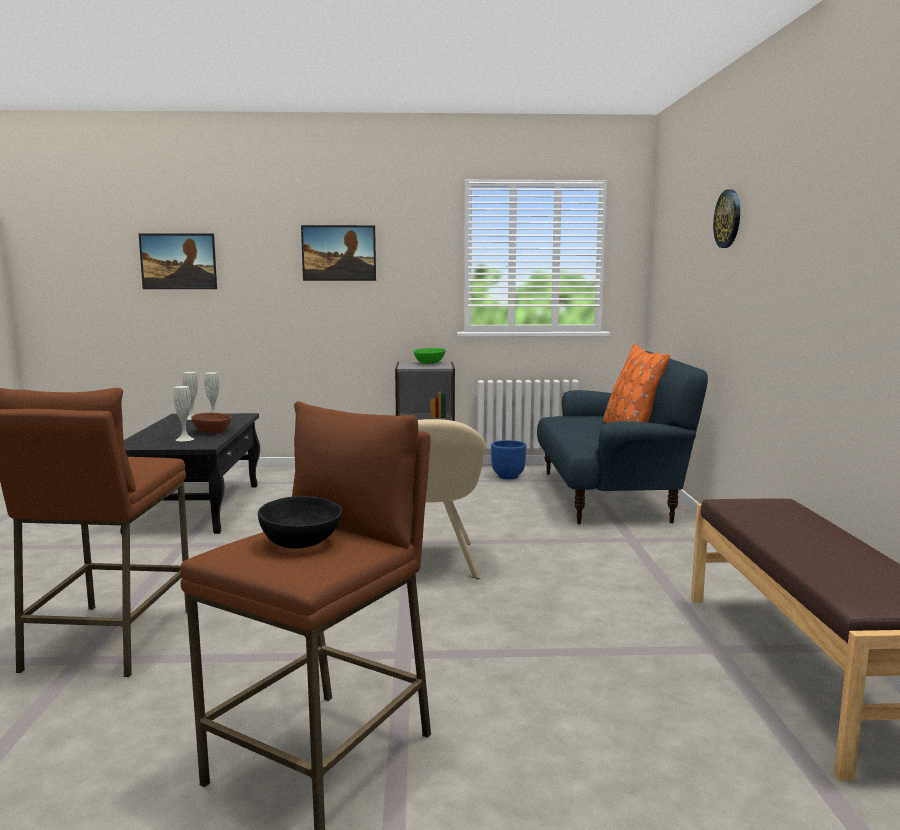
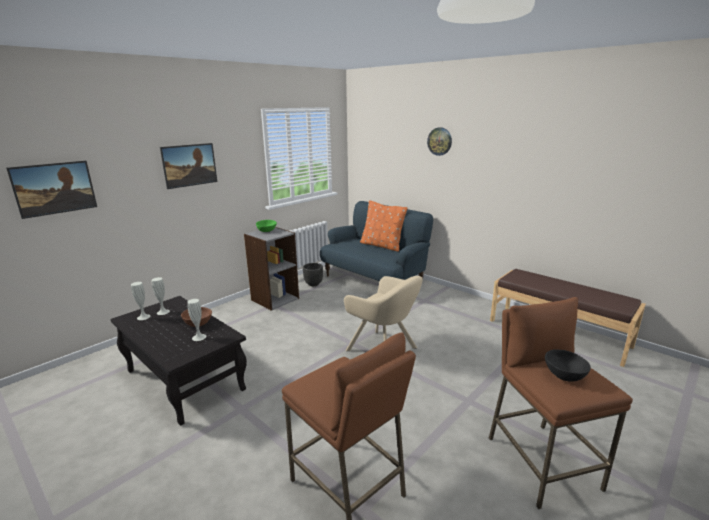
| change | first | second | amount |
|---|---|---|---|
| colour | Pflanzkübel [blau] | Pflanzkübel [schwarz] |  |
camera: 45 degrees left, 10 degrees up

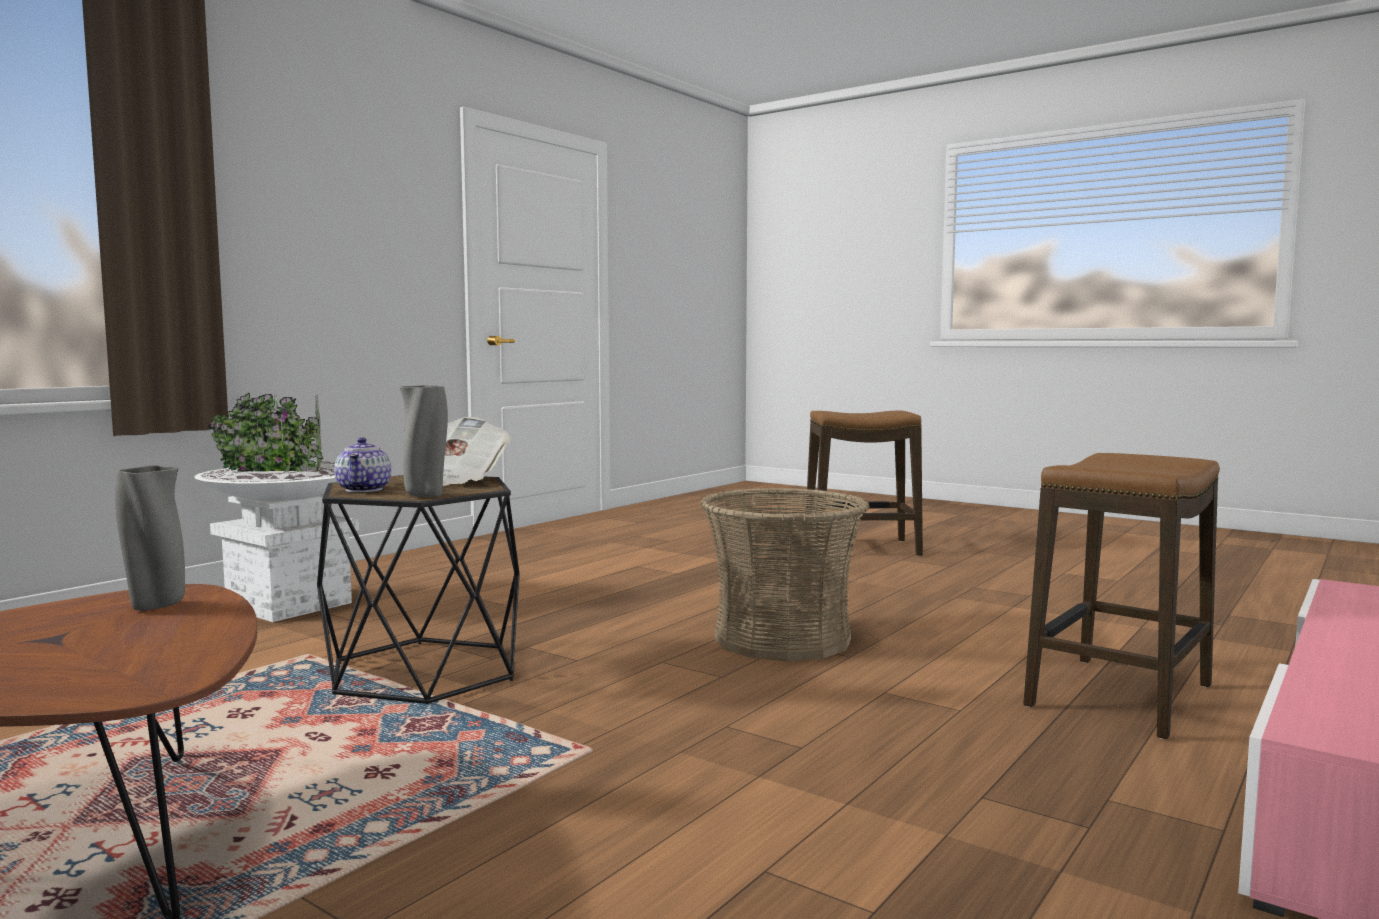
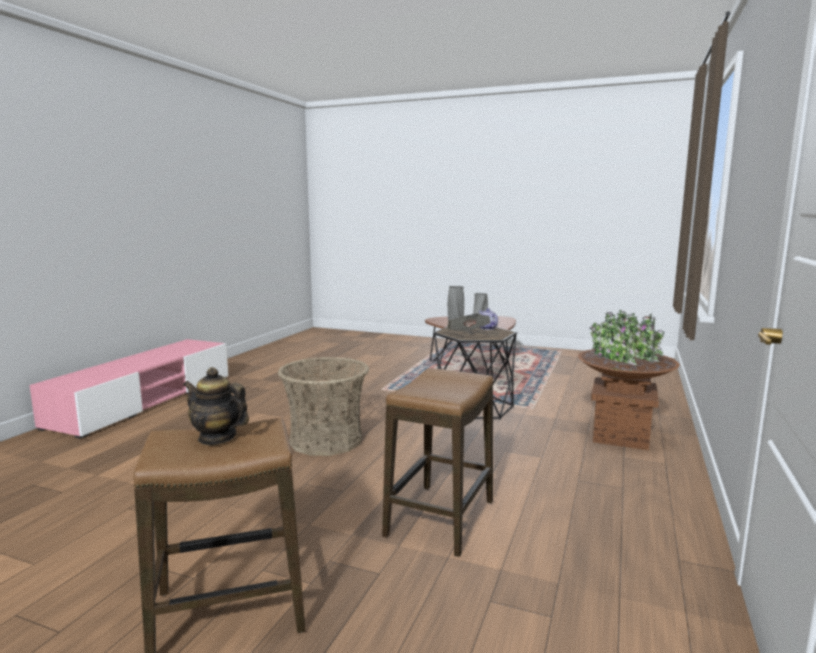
| change | first | second | amount |
|---|---|---|---|
| appeared |  | Teekanne (no. 1 from left) |  |
| relocated | Hocker (no. 2 from left) |  |  |
| colour | Pflanzkübel [weiß] | Pflanzkübel [braun] |  |
camera: 165 degrees right, 5 degrees up

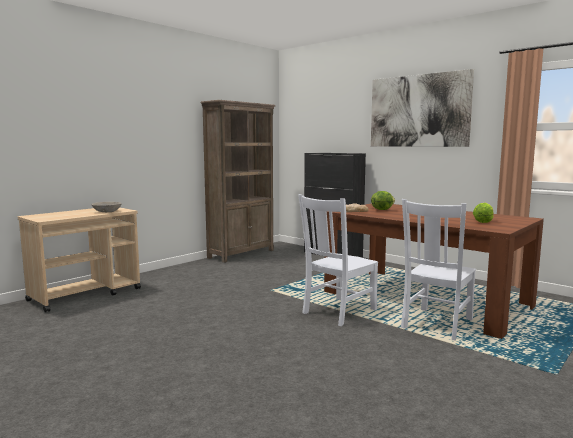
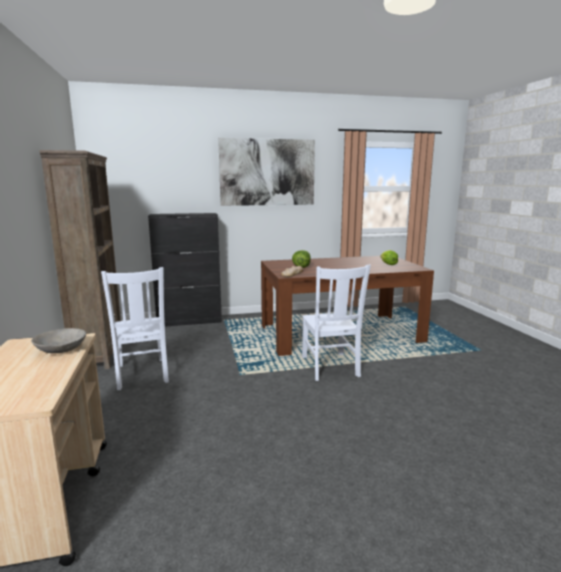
| change | first | second | amount |
|---|---|---|---|
| relocated | Stuhl [weiß] (no. 2 from left in the first image) | Stuhl [weiß] (no. 1 from left) |  |
camera: 55 degrees left, 5 degrees up

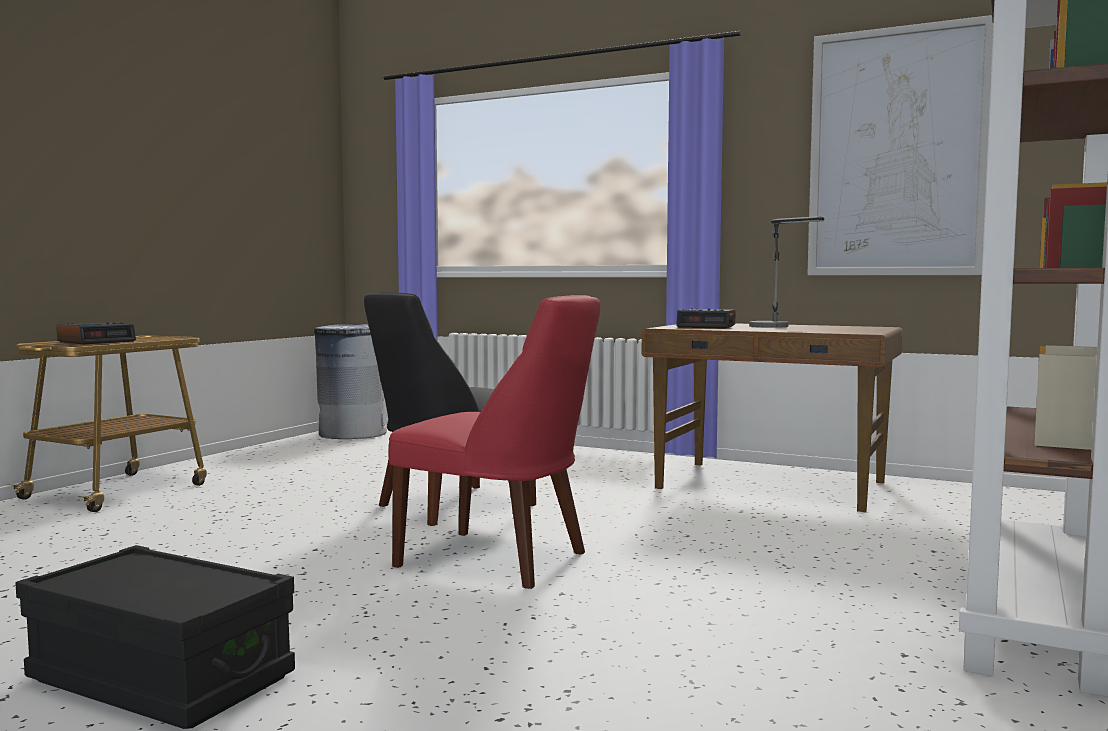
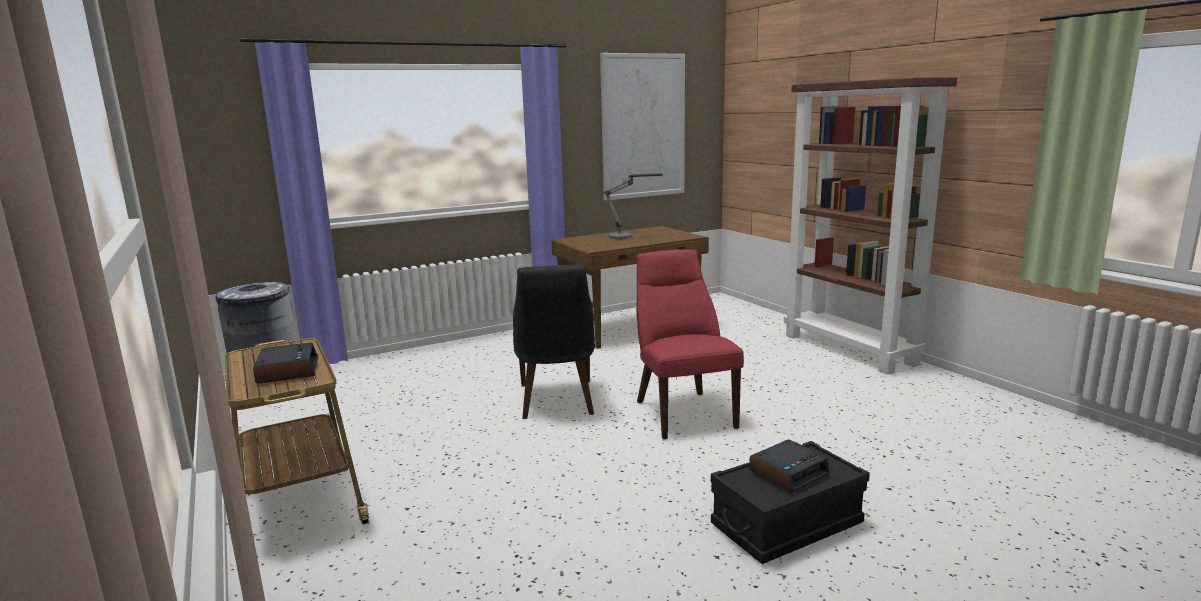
| change | first | second | amount |
|---|---|---|---|
| relocated | Wecker (no. 2 from left) |  |  |
| spun | Stuhl [rot] |  | 75 degrees counterclockwise |
camera: 55 degrees left, 10 degrees up

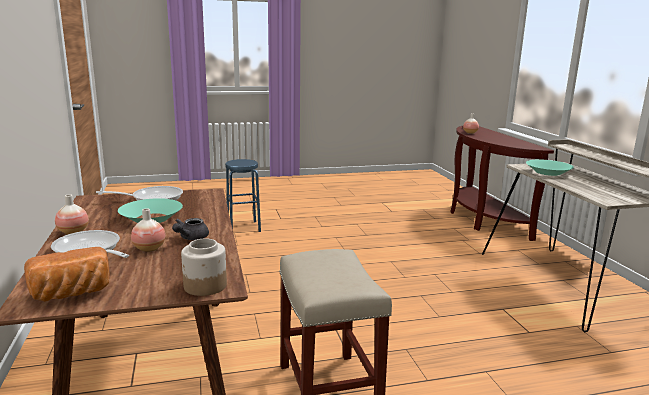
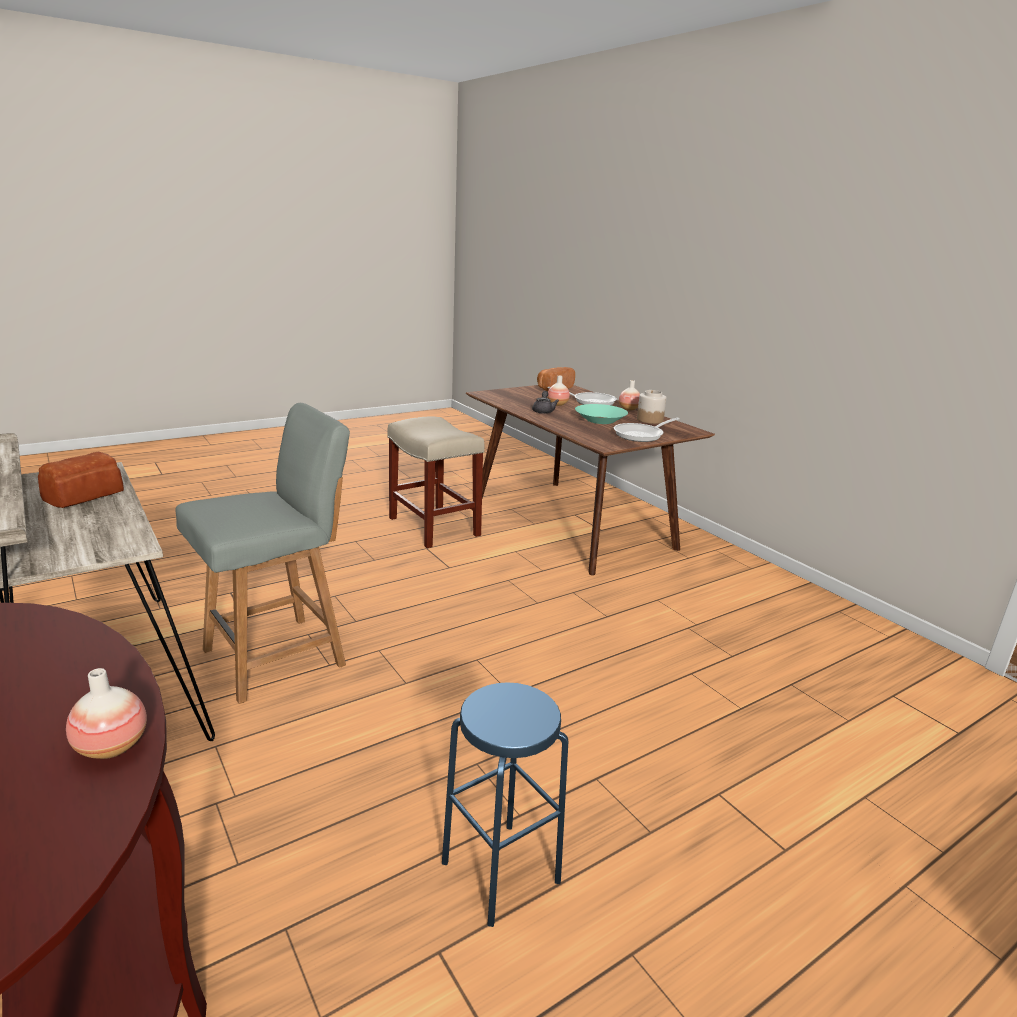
| change | first | second | amount |
|---|---|---|---|
| missing | Schüssel [türkis] (no. 2 from left) |  |  |
| appeared |  | Brot (no. 1 from left) |  |
| appeared |  | Stuhl [grau] |  |
| relocated | Vorratsglas |  |  |
| relocated | Hocker [blau] |  |  |
camera: 160 degrees right, 5 degrees up

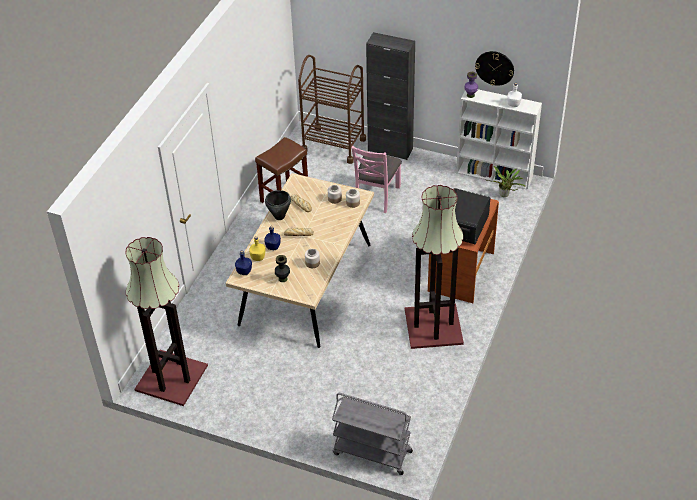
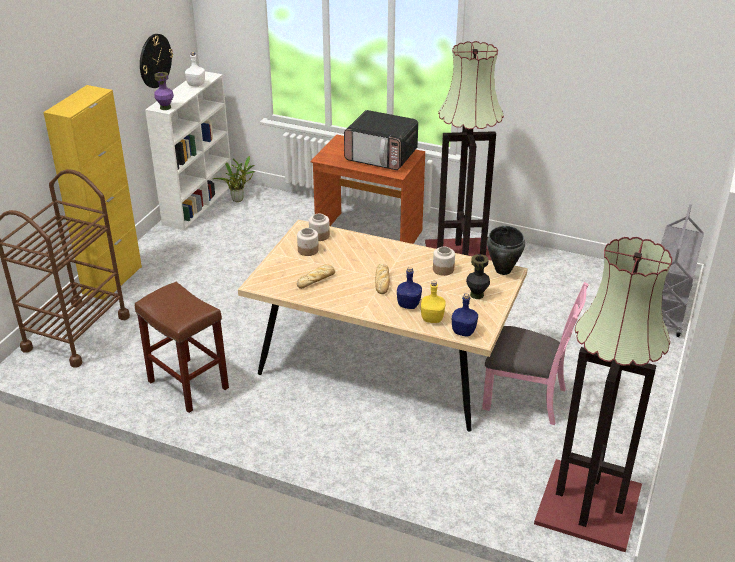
| change | first | second | amount |
|---|---|---|---|
| relocated | Kochtopf [schwarz] |  |  |
| relocated | Stuhl [rosa] |  |  |
| colour | Schrank [schwarz] | Schrank [gelb] |  |
camera: 90 degrees left, 10 degrees down

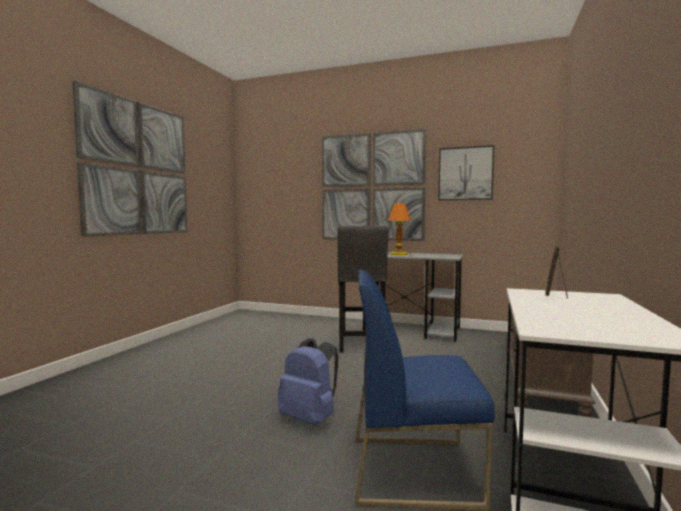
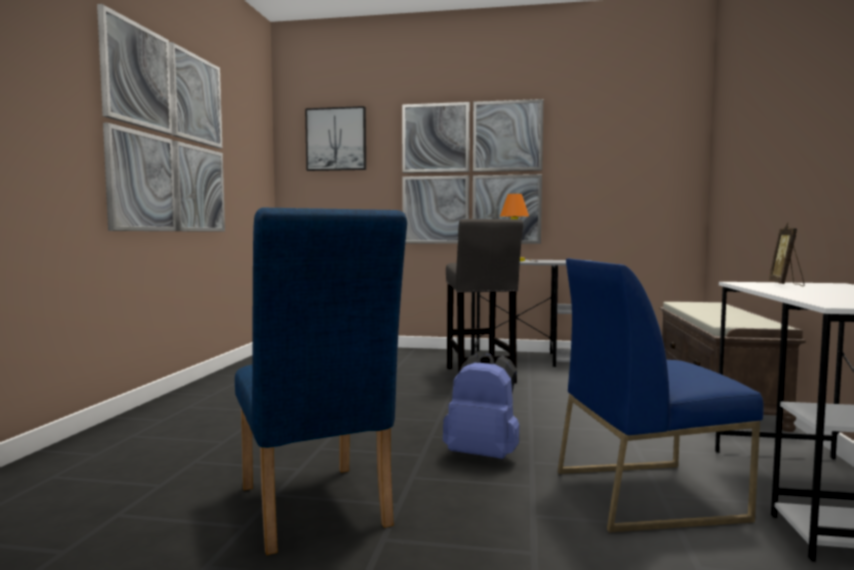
| change | first | second | amount |
|---|---|---|---|
| appeared |  | Stuhl [blau] (no. 1 from left) |  |
| relocated | Bild (no. 3 from left in the first image) | Bild (no. 2 from left) |  |
camera: 10 degrees left, 0 degrees up

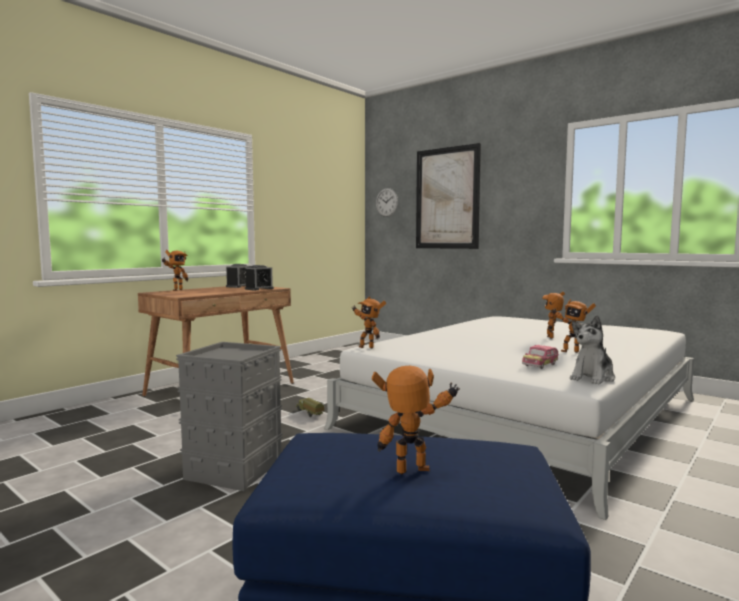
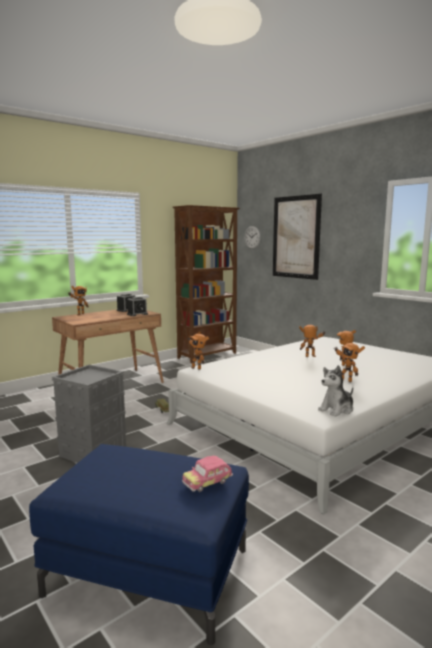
| change | first | second | amount |
|---|---|---|---|
| appeared |  | Bücherregal [braun] |  |
| relocated | Spielzeugroboter (no. 3 from left) |  |  |
| relocated | Spielzeugauto |  |  |
camera: 10 degrees right, 5 degrees up

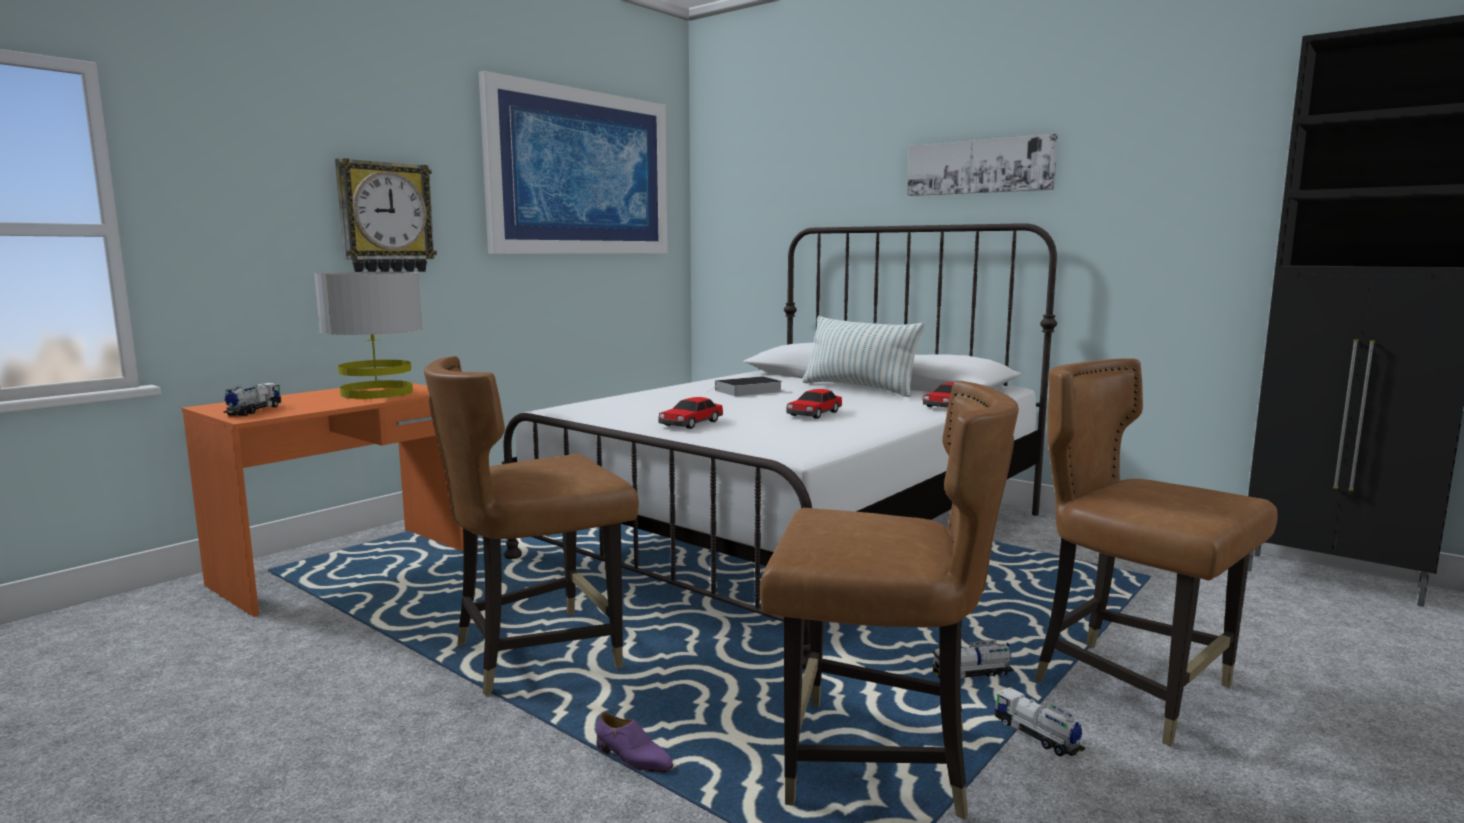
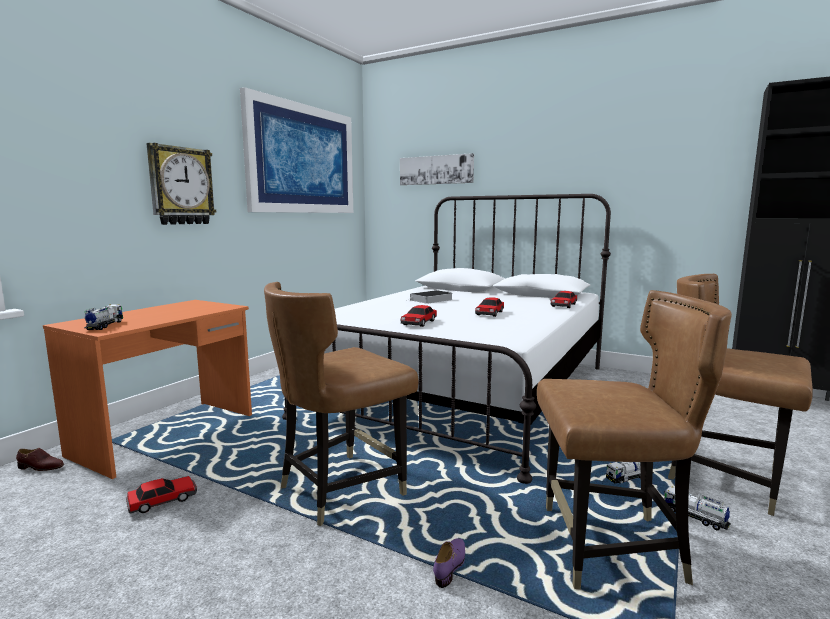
| change | first | second | amount |
|---|---|---|---|
| missing | Tischlampe [grau] |  |  |
| missing | Kissen |  |  |
| appeared |  | Schuh [braun] |  |
| appeared |  | Spielzeugauto (no. 1 from left) |  |
| relocated | Bild (no. 2 from left) |  |  |
| spun | Schuh [lila] |  | 90 degrees counterclockwise |
camera: 10 degrees left, 0 degrees up

